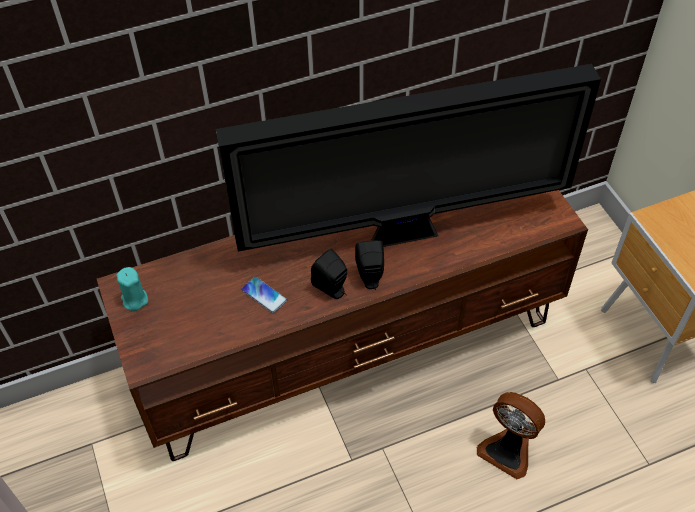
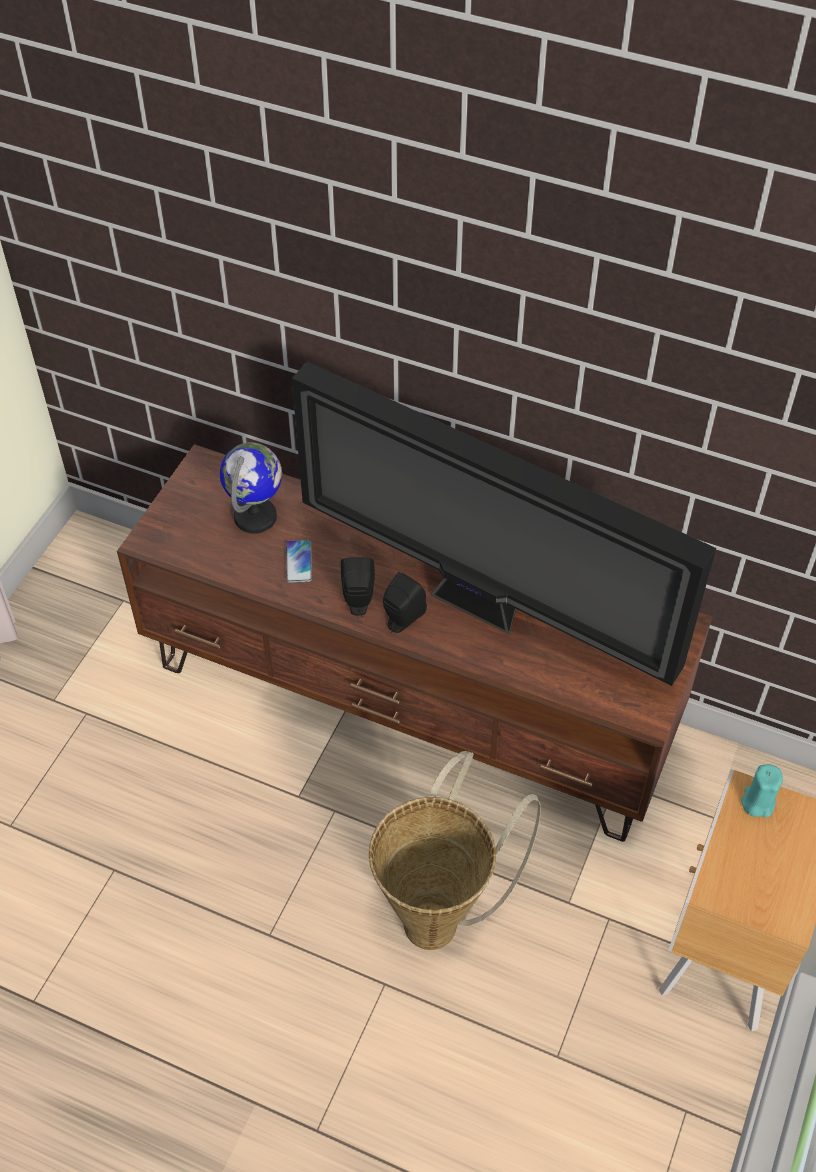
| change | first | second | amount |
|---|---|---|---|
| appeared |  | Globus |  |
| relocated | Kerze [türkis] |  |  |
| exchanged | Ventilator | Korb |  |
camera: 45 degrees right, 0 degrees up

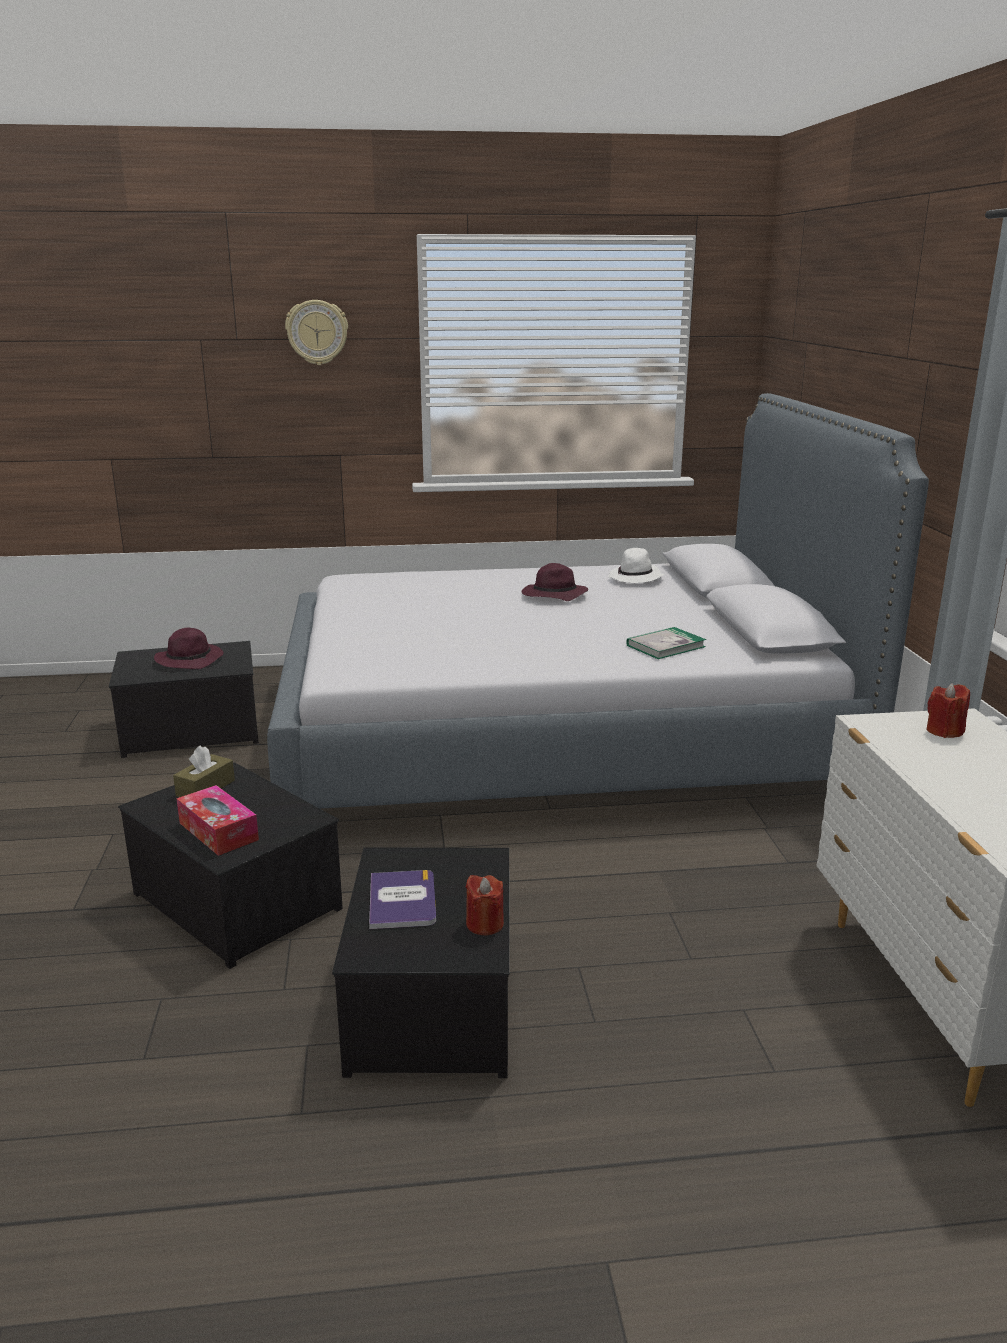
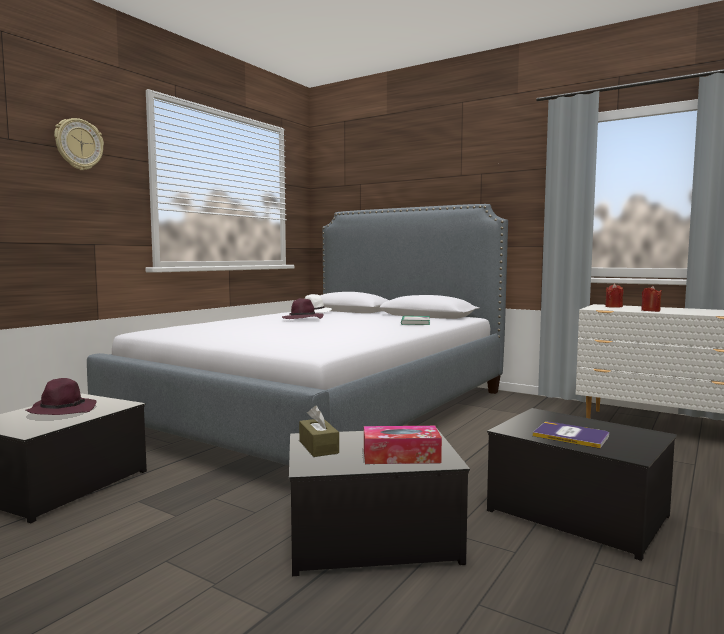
| change | first | second | amount |
|---|---|---|---|
| relocated | Kerze [rot] (no. 1 from left in the first image) | Kerze [rot] (no. 2 from left) |  |
camera: 50 degrees left, 15 degrees down

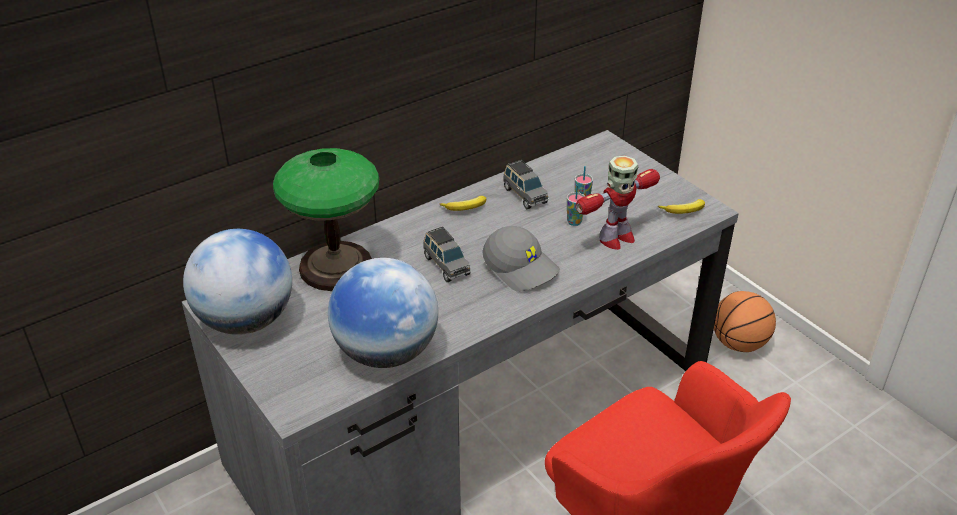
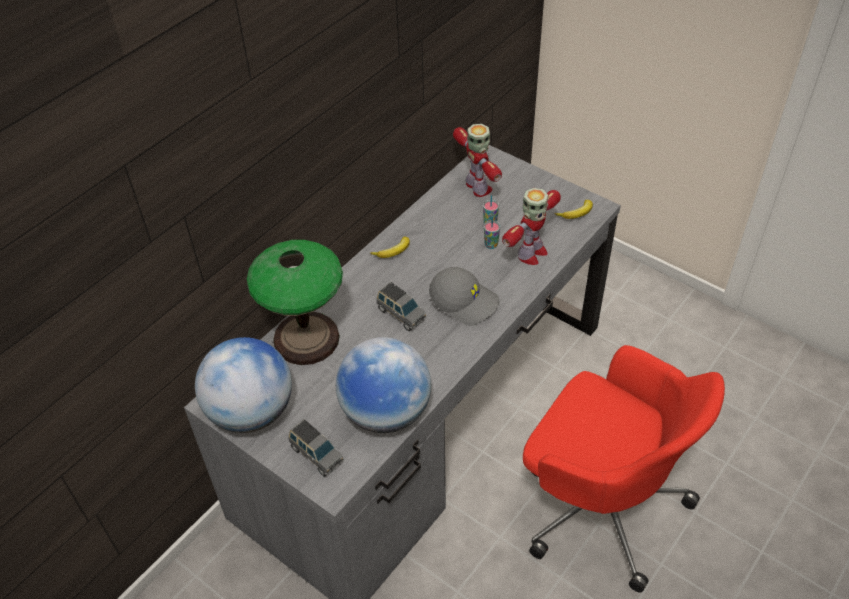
| change | first | second | amount |
|---|---|---|---|
| missing | Basketball |  |  |
| appeared |  | Spielzeugroboter (no. 1 from left) |  |
| relocated | Spielzeugauto [grau] (no. 2 from left in the first image) | Spielzeugauto [grau] (no. 1 from left) |  |
camera: 15 degrees left, 10 degrees up

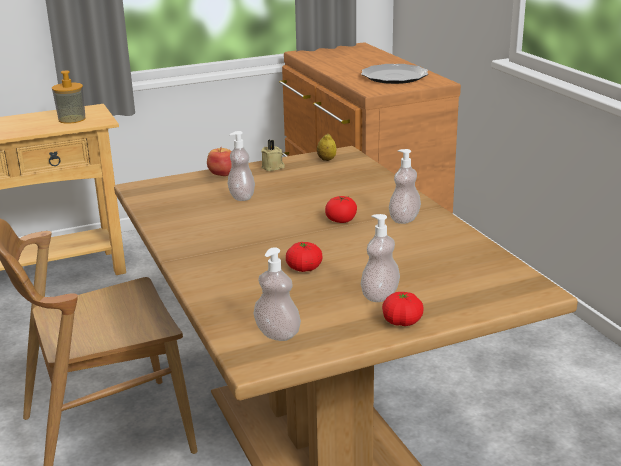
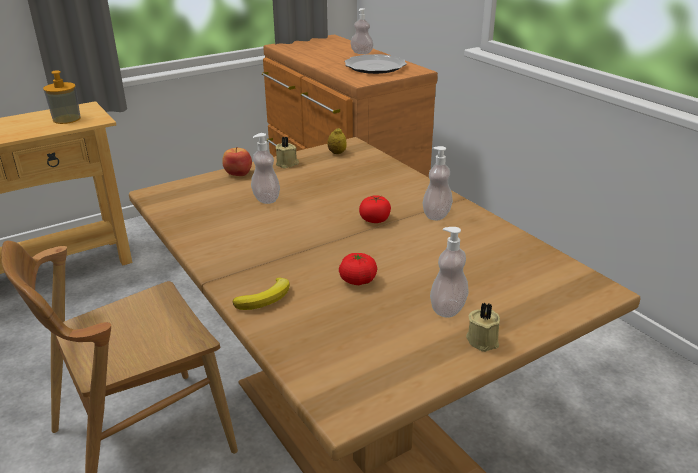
| change | first | second | amount |
|---|---|---|---|
| appeared |  | Banane |  |
| relocated | Seifenspender (no. 3 from left) |  |  |
| exchanged | Tomate (no. 3 from left) | Kerze [beige] (no. 2 from left) |  |
camera: 10 degrees left, 5 degrees up

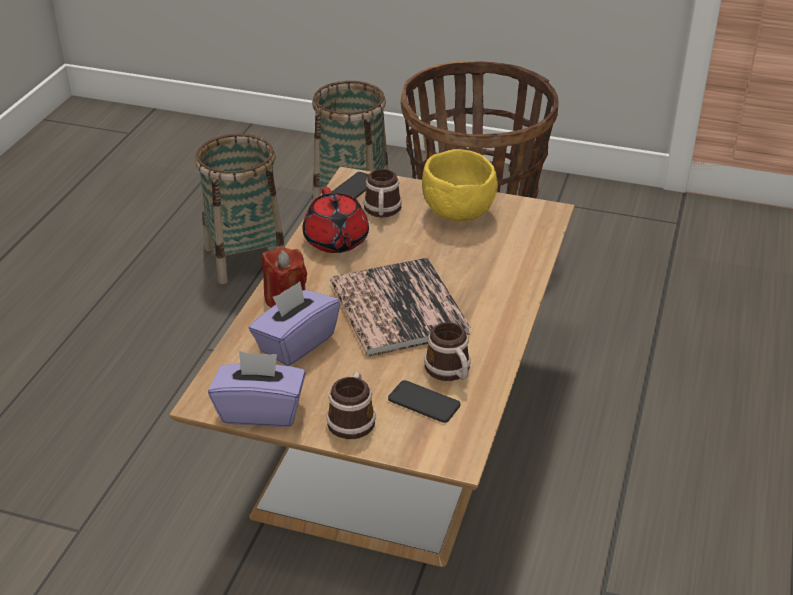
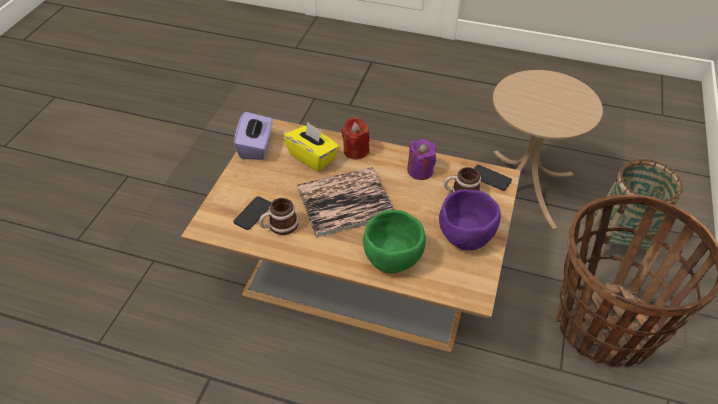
| change | first | second | amount |
|---|---|---|---|
| missing | Henkelbecher (no. 1 from left) |  |  |
| appeared |  | Schüssel [grün] |  |
| exchanged | Korb (no. 1 from left) | Beistelltisch [beige] |  |
| exchanged | Teekanne [rot] | Kerze [lila] |  |
| colour | Taschentuchbox [lila] (no. 2 from left) | Taschentuchbox [gelb] |  |
| colour | Schüssel [gelb] | Schüssel [lila] |  |
camera: 90 degrees right, 10 degrees up

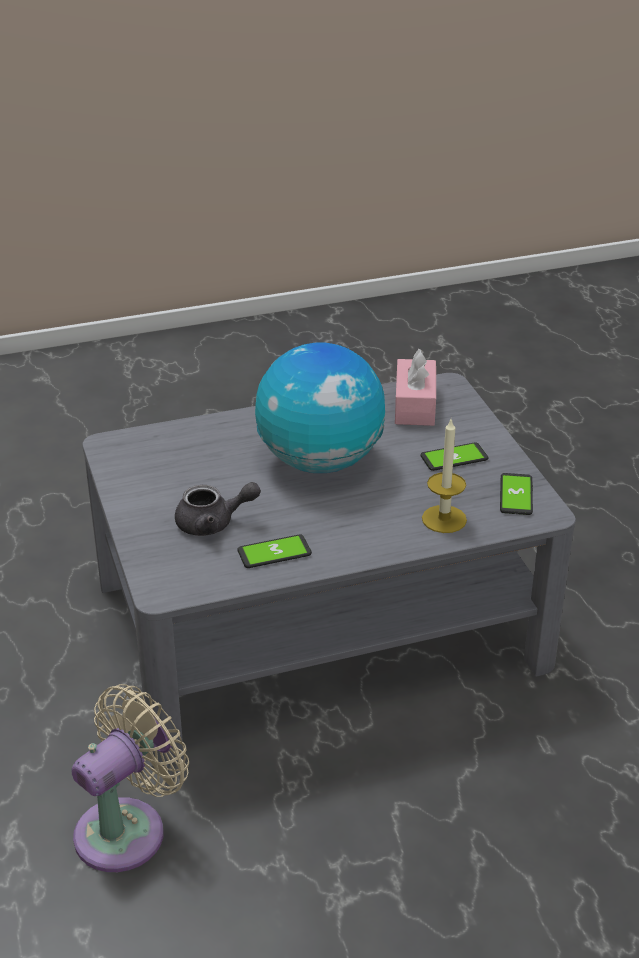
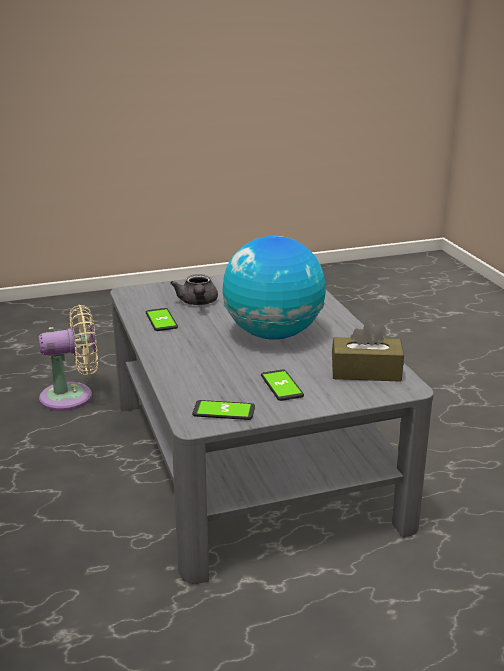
| change | first | second | amount |
|---|---|---|---|
| missing | Kerze |  |  |
| colour | Taschentuchbox [rosa] | Taschentuchbox [braun] |  |
| spun | Ventilator [beige] |  | 60 degrees counterclockwise |
camera: 90 degrees right, 10 degrees down

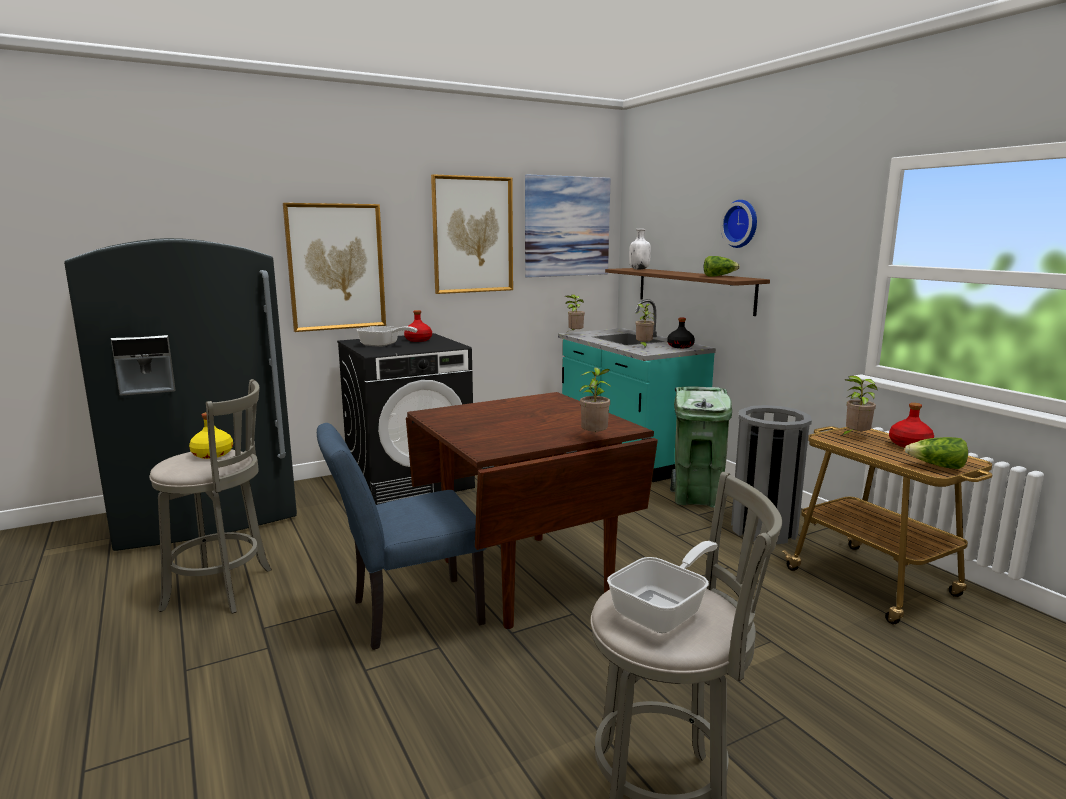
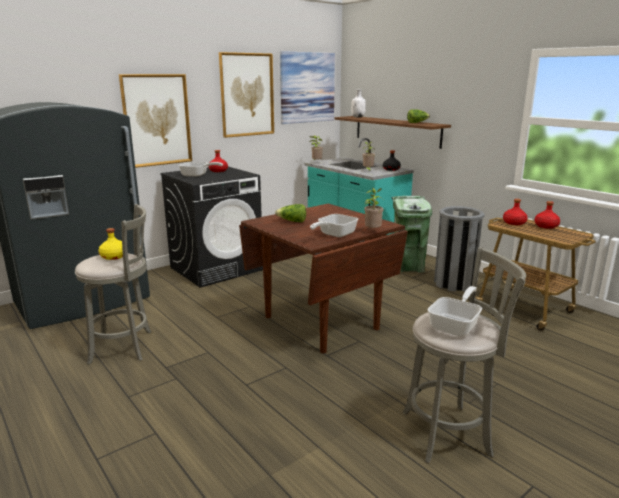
| change | first | second | amount |
|---|---|---|---|
| missing | Stuhl [blau] |  |  |
| missing | Wanduhr |  |  |
| appeared |  | Pfanne (no. 2 from left) |  |
| relocated | Salatkopf (no. 2 from left in the first image) | Salatkopf (no. 1 from left) |  |
| exchanged | Topfpflanze (no. 4 from left) | Flasche [rot] (no. 2 from left) |  |
camera: 10 degrees left, 5 degrees up

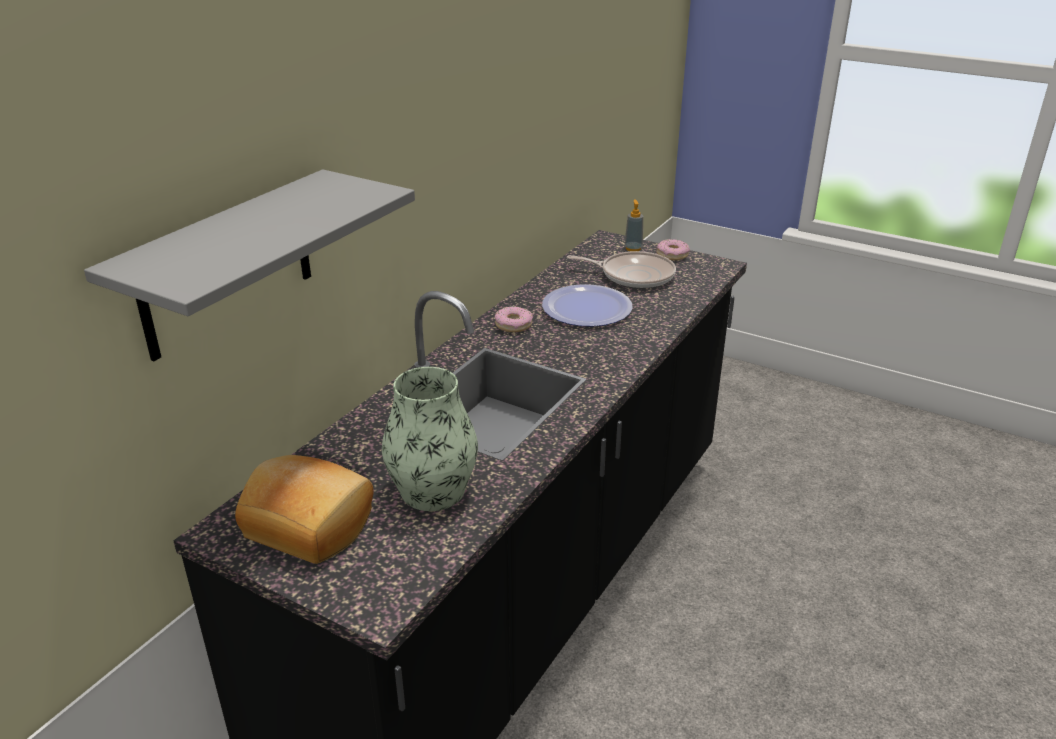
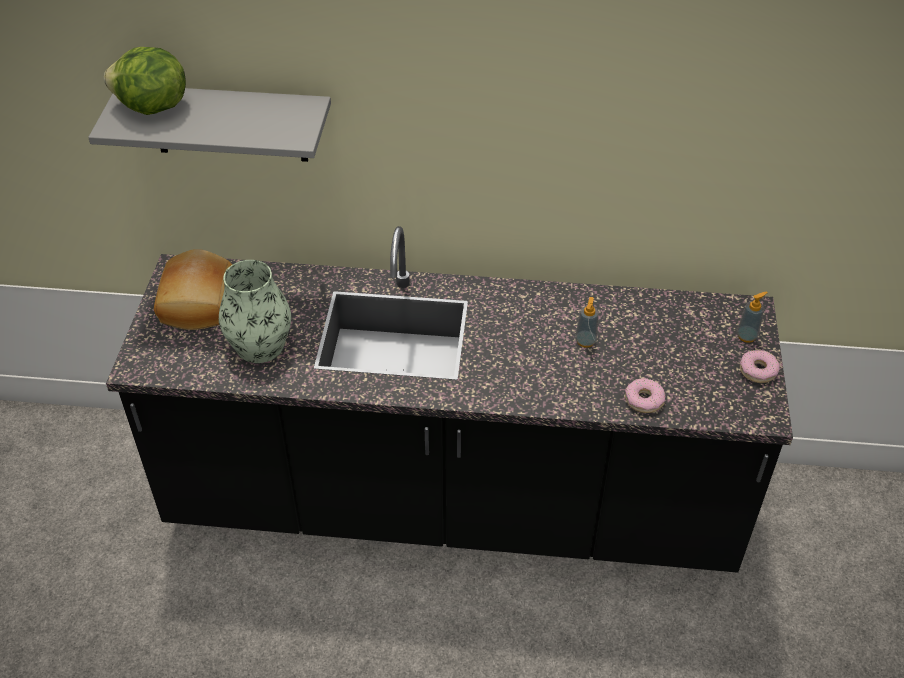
| change | first | second | amount |
|---|---|---|---|
| missing | Pfanne |  |  |
| appeared |  | Salatkopf |  |
| relocated | Donut (no. 1 from left) |  |  |
| exchanged | Teller | Seifenspender (no. 1 from left) |  |
camera: 65 degrees right, 15 degrees up

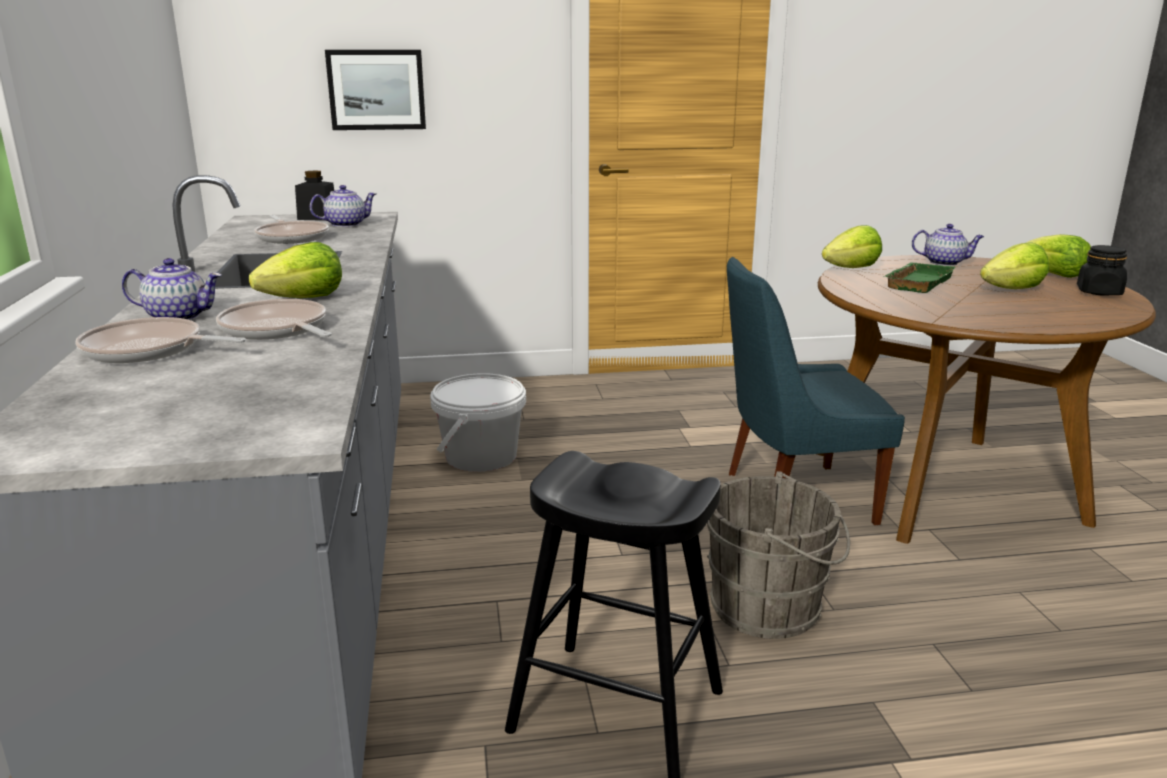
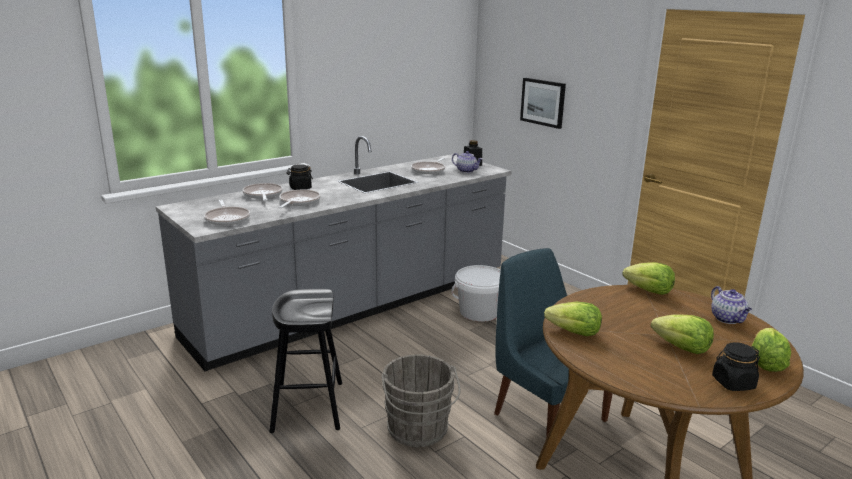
| change | first | second | amount |
|---|---|---|---|
| missing | Tablett [grün] |  |  |
| appeared |  | Pfanne (no. 1 from left) |  |
| relocated | Salatkopf (no. 1 from left) |  |  |
| exchanged | Teekanne (no. 1 from left) | Vorratsglas [schwarz] (no. 1 from left) |  |
camera: 60 degrees right, 0 degrees up

